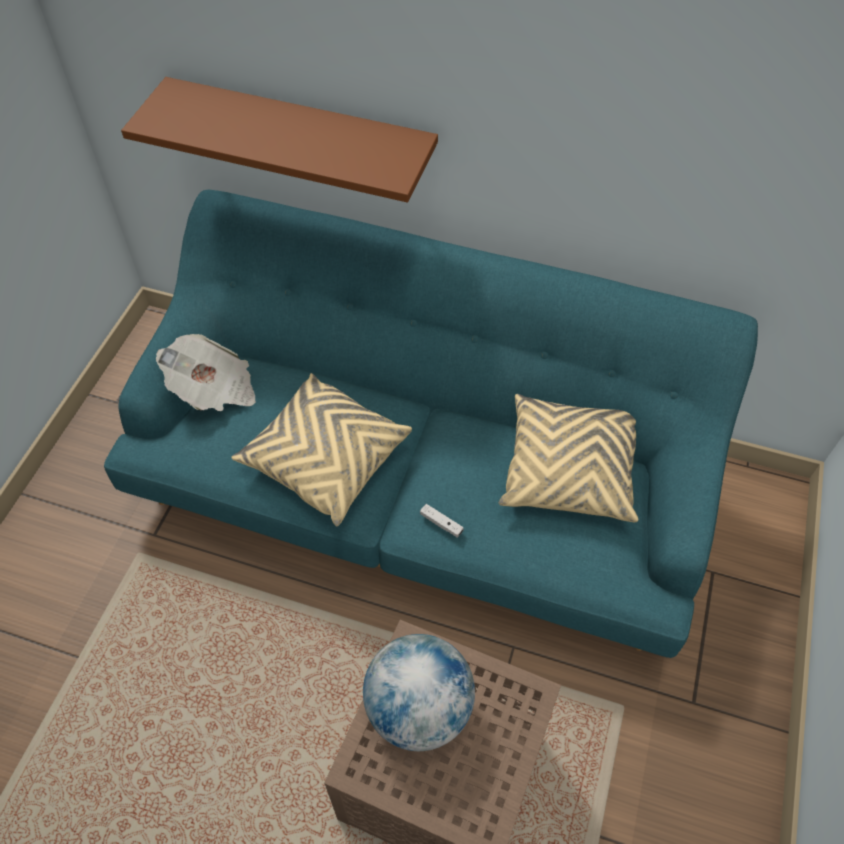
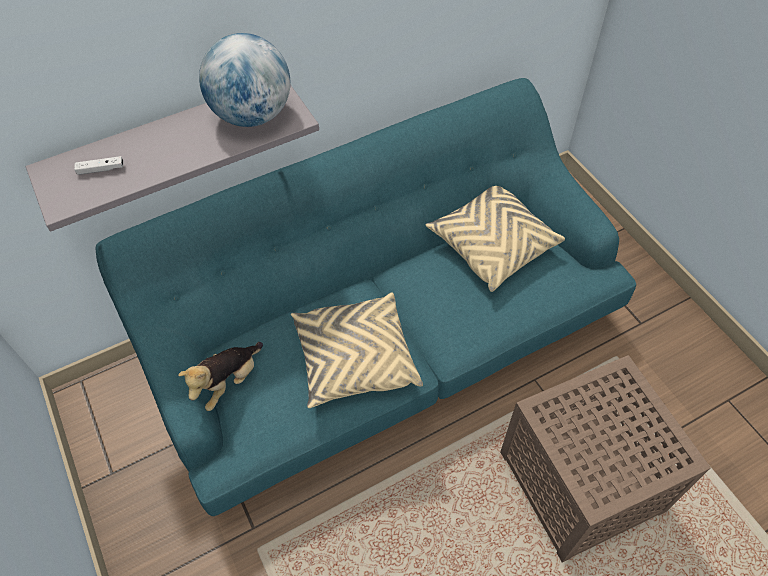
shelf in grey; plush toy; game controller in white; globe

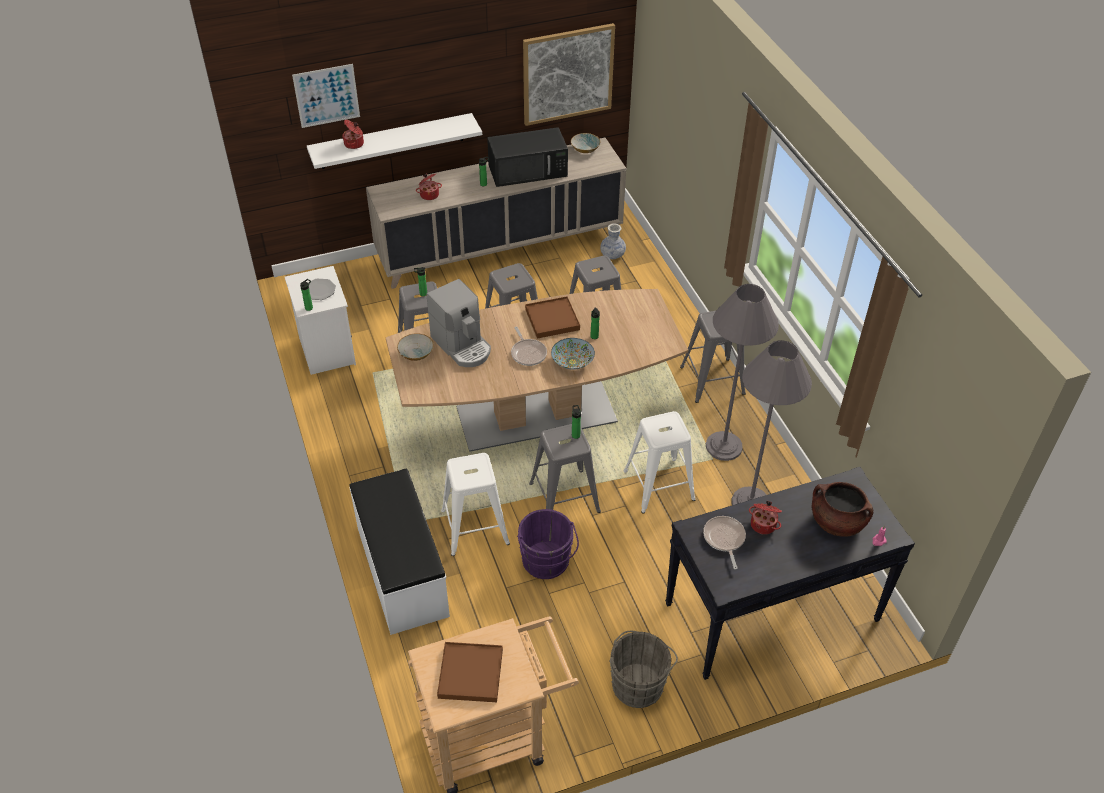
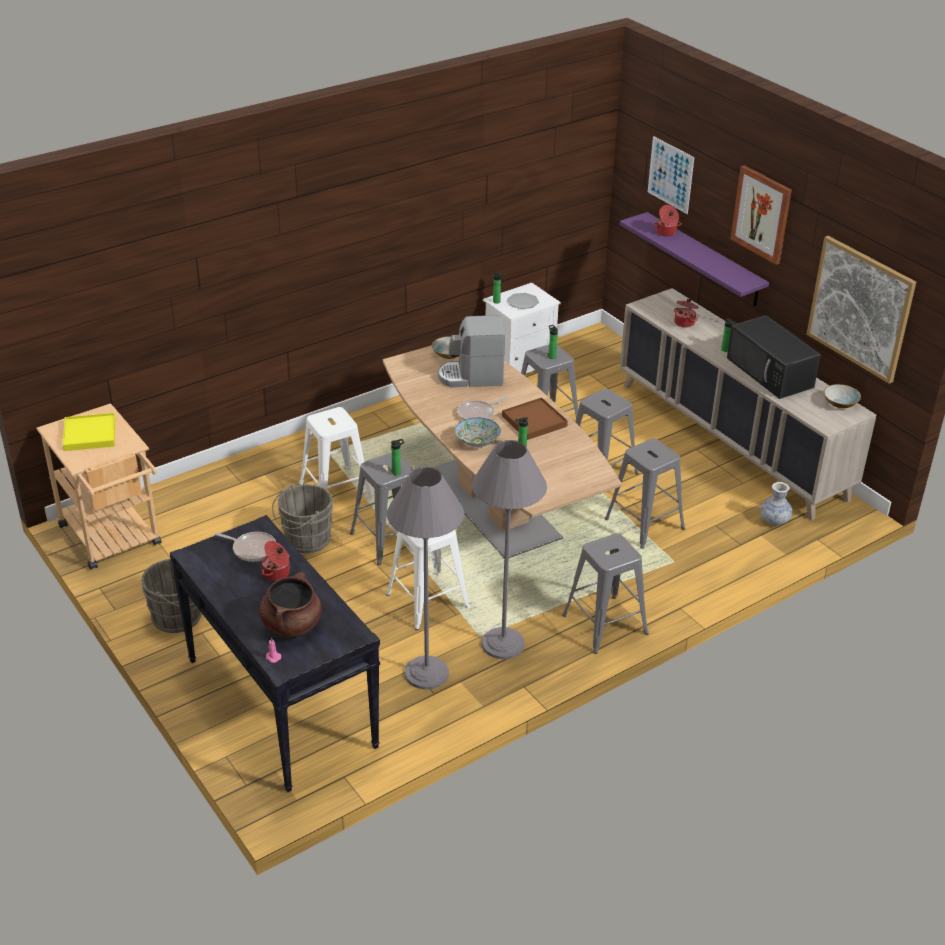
shelf in purple; coffee machine; bench in white; bucket in grey (2nd from left); frying pan (1st from left); tray in yellow; picture (2nd from left)

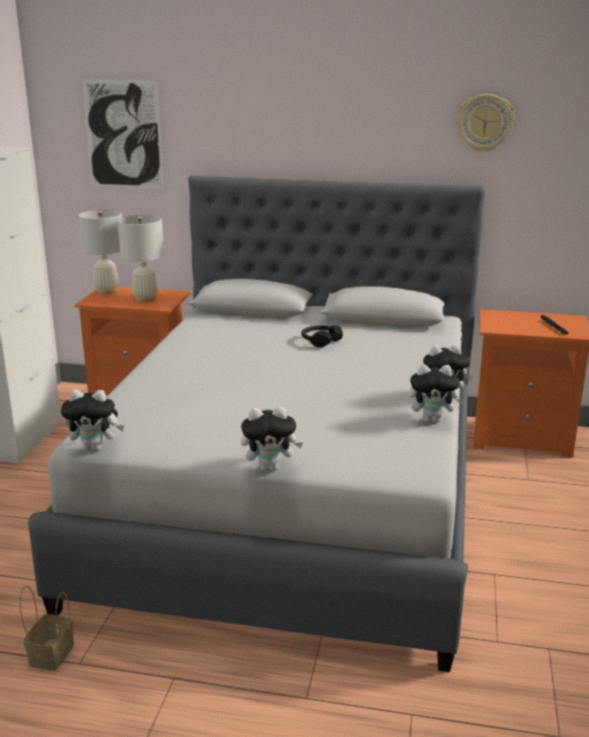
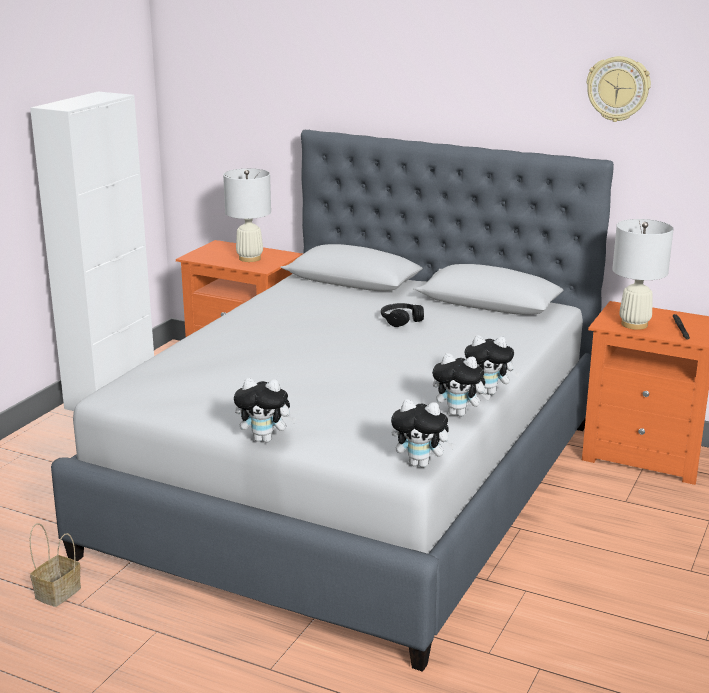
picture; table lamp in white (2nd from left); plush toy (2nd from left)

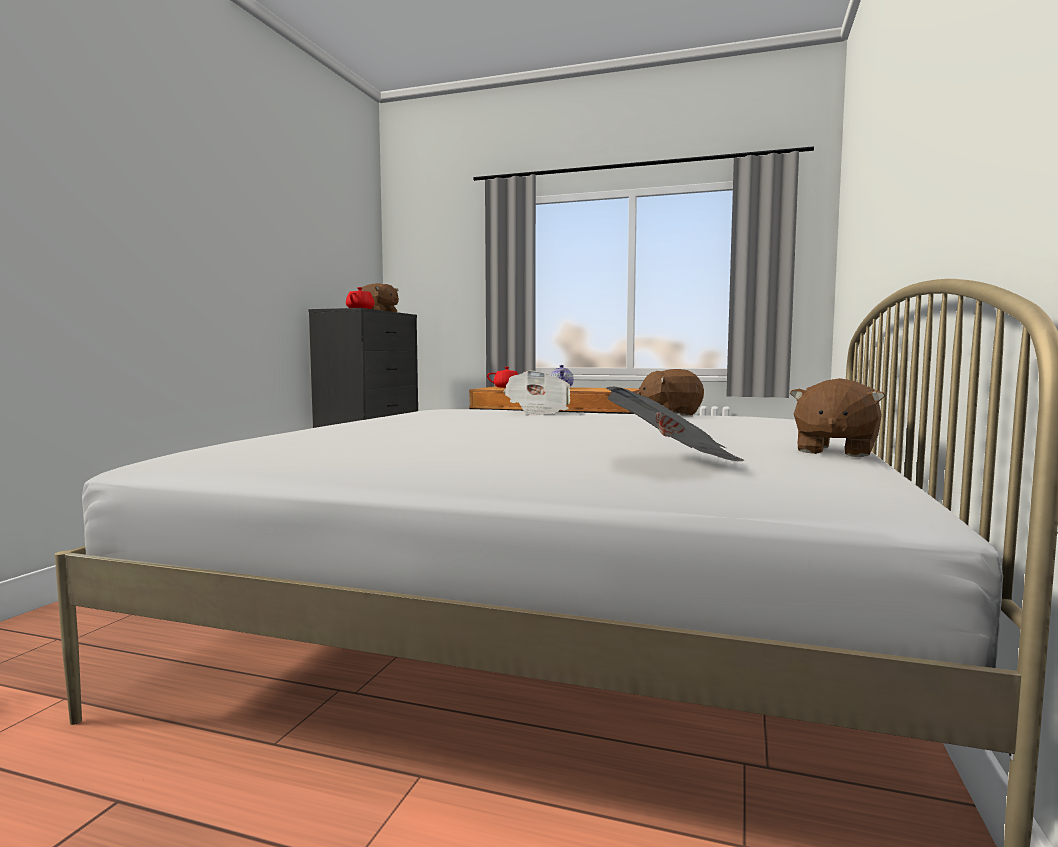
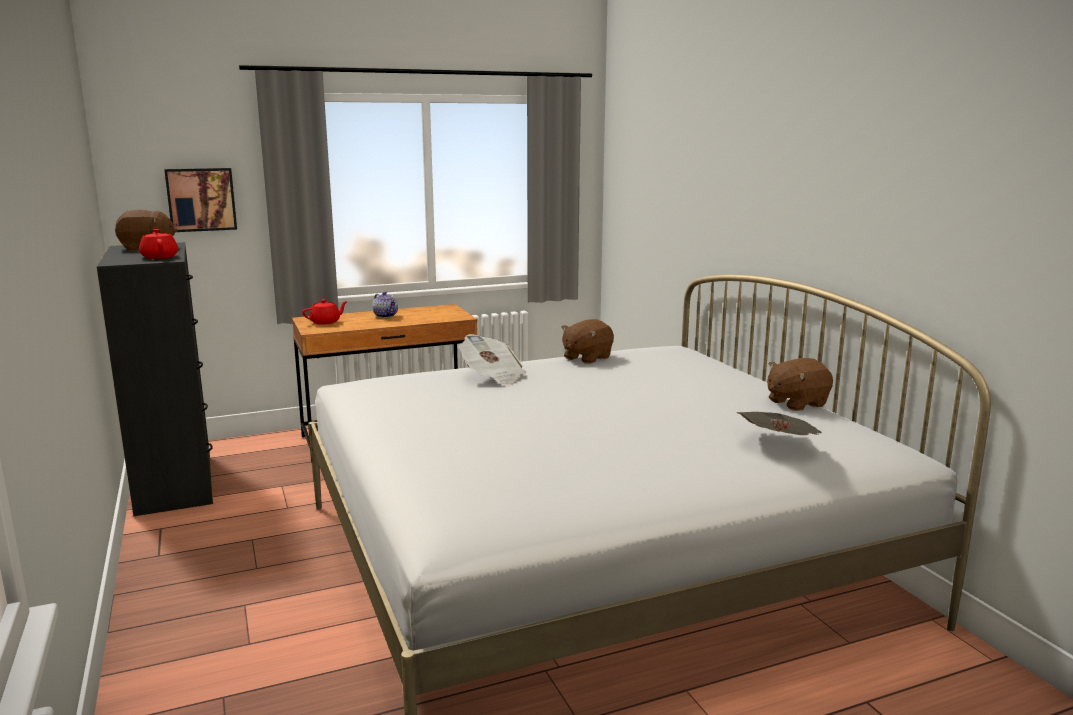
plush toy in brown (3rd from left); picture

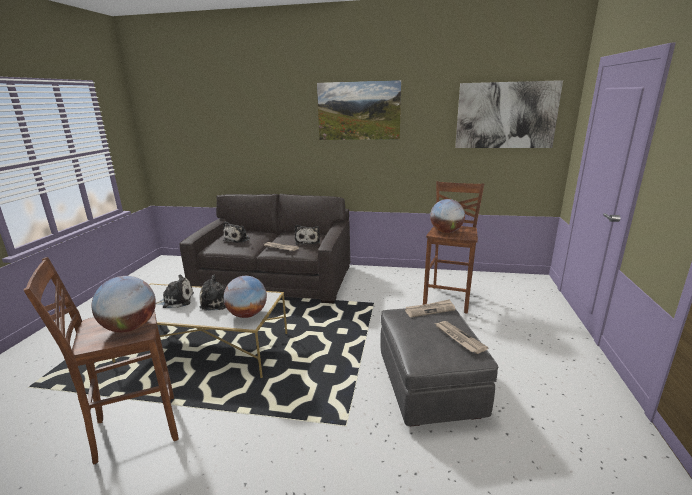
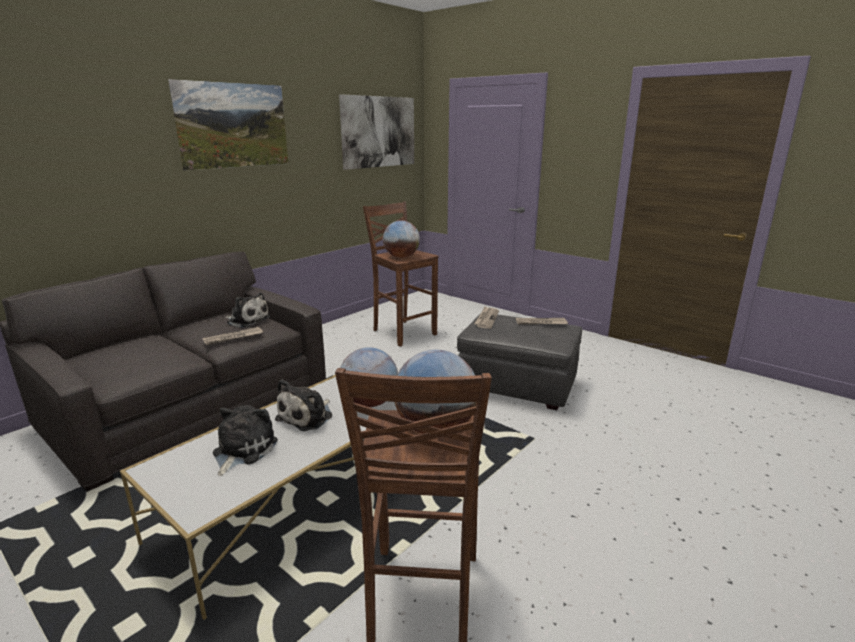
plush toy (3rd from left in the first image)

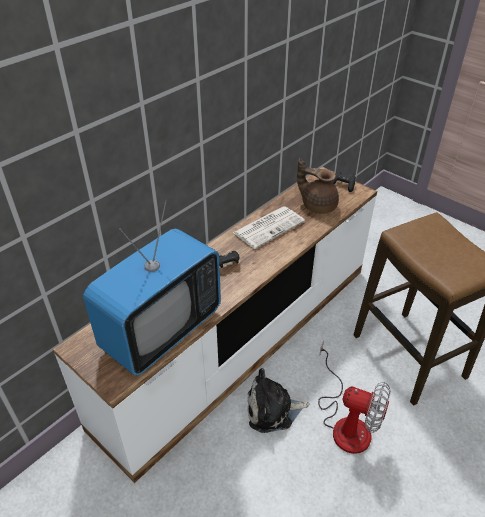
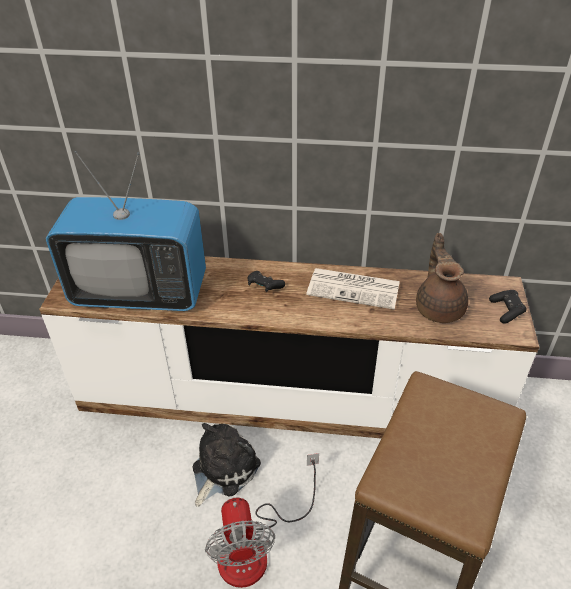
plush toy

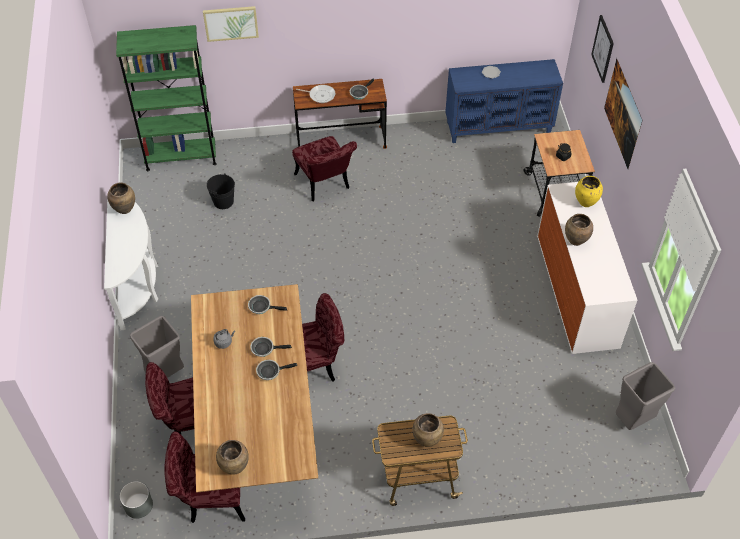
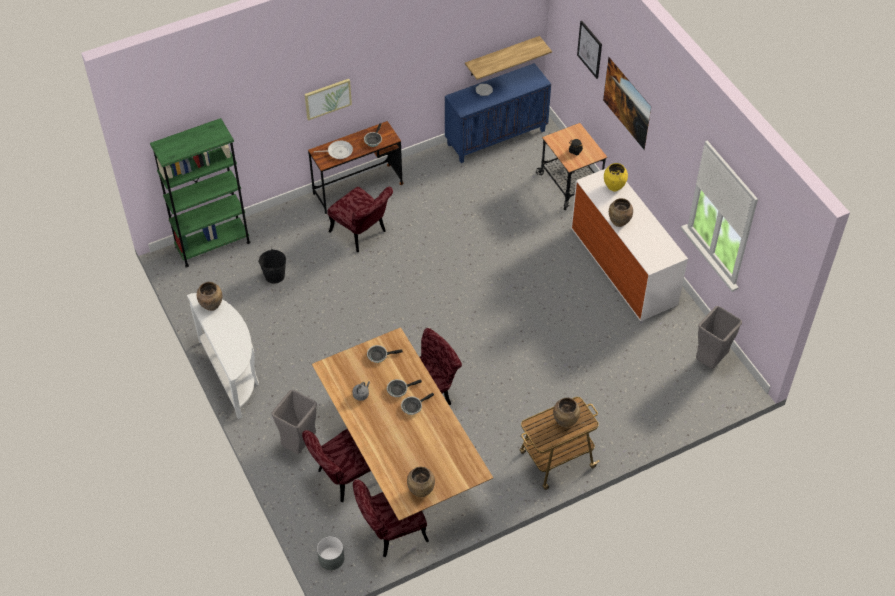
picture (1st from left); shelf

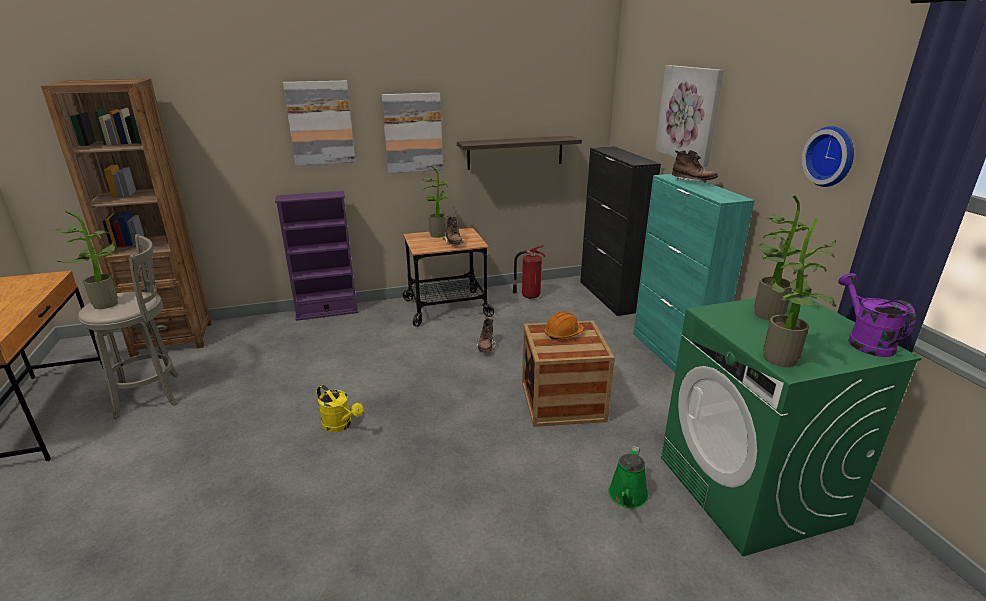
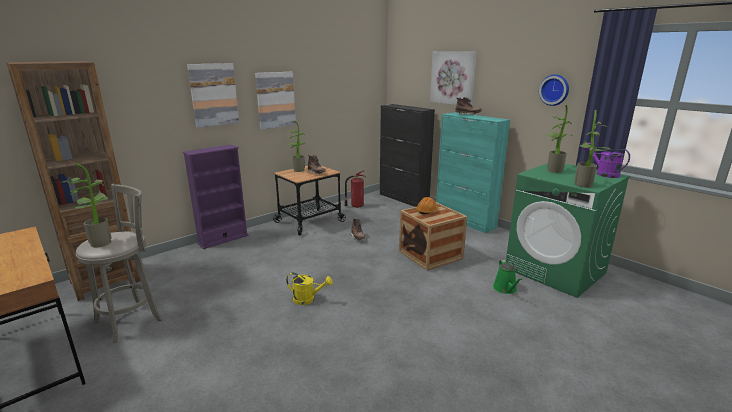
shelf

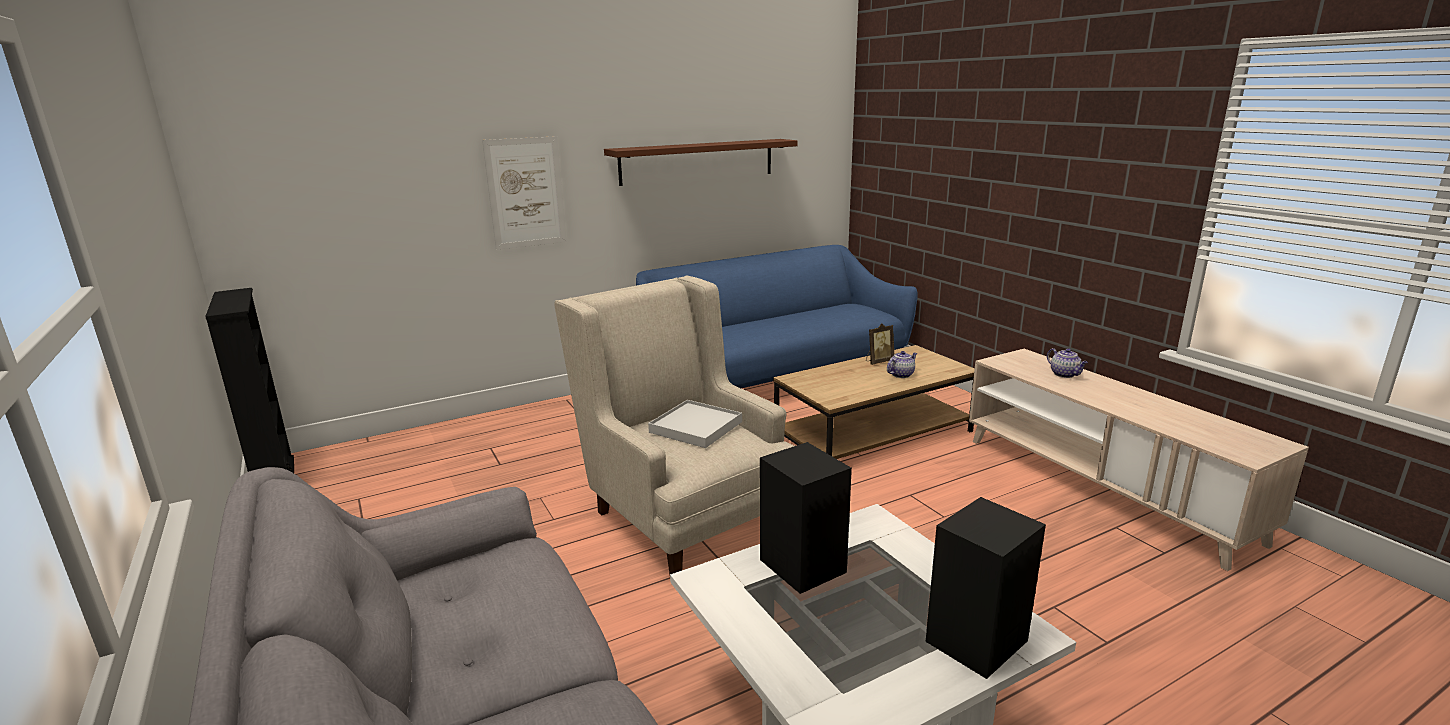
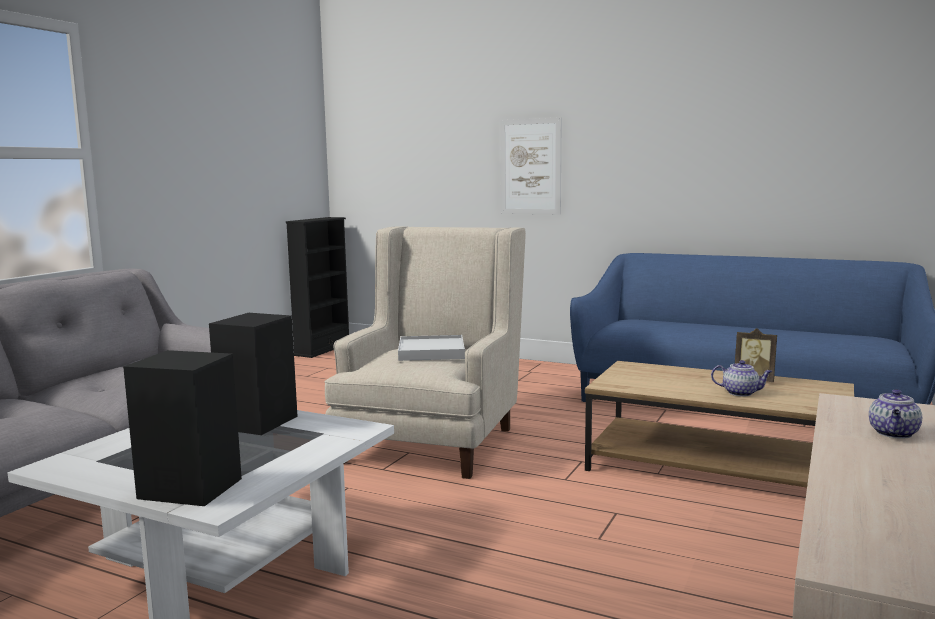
shelf in brown

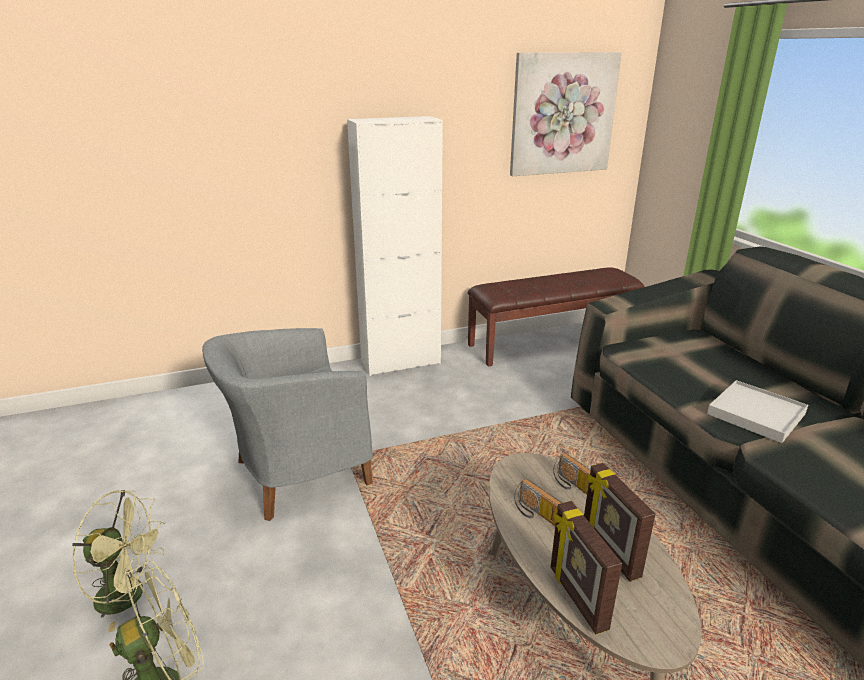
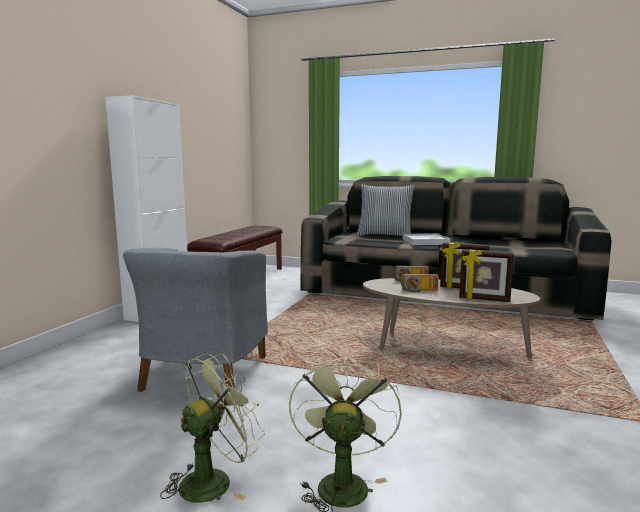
picture; pillow

